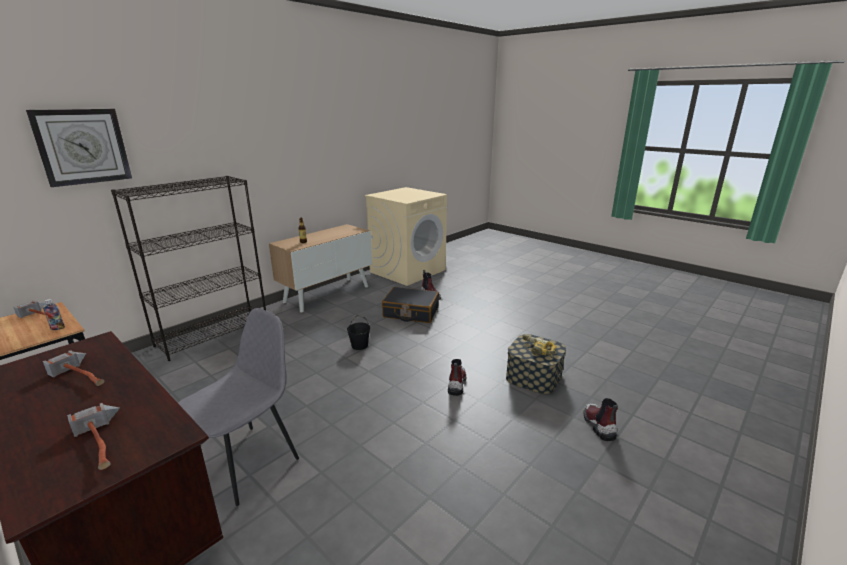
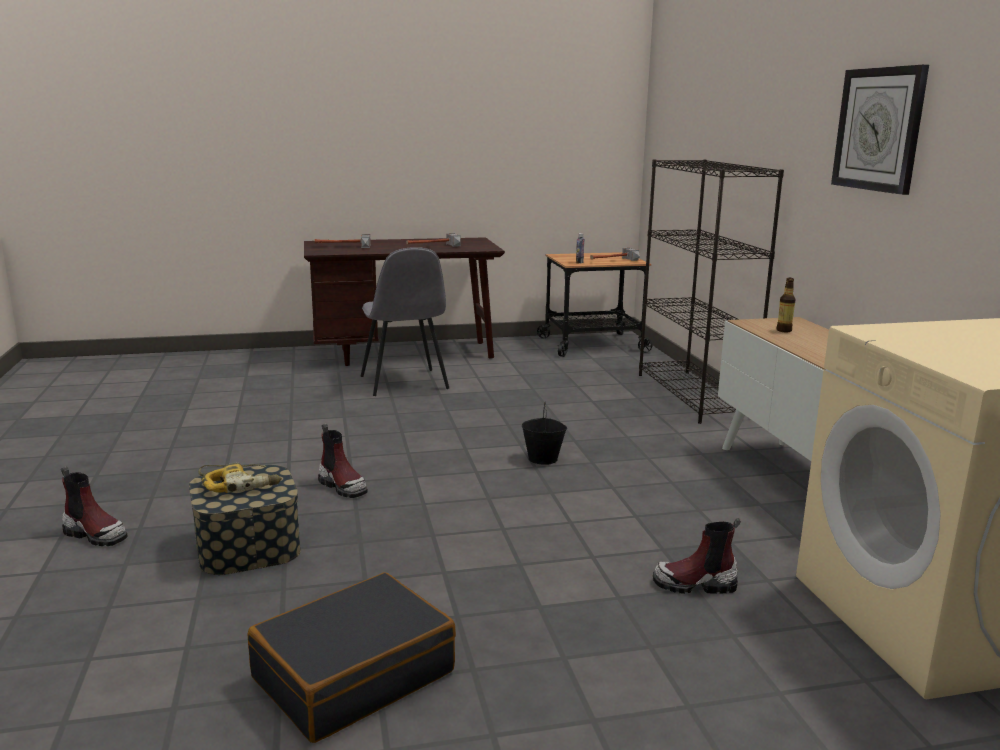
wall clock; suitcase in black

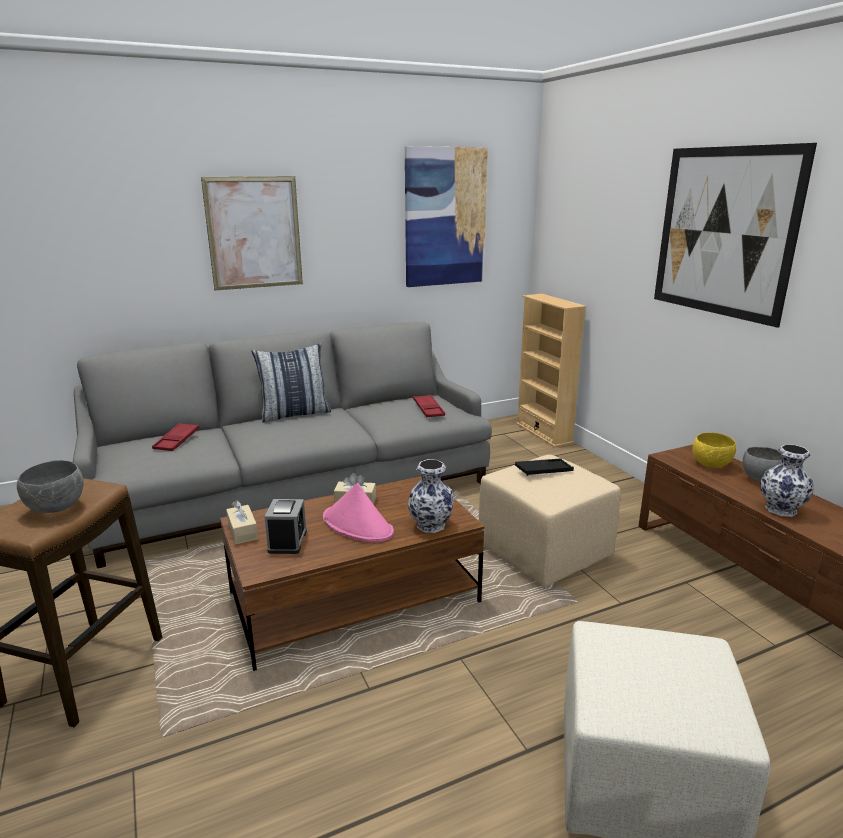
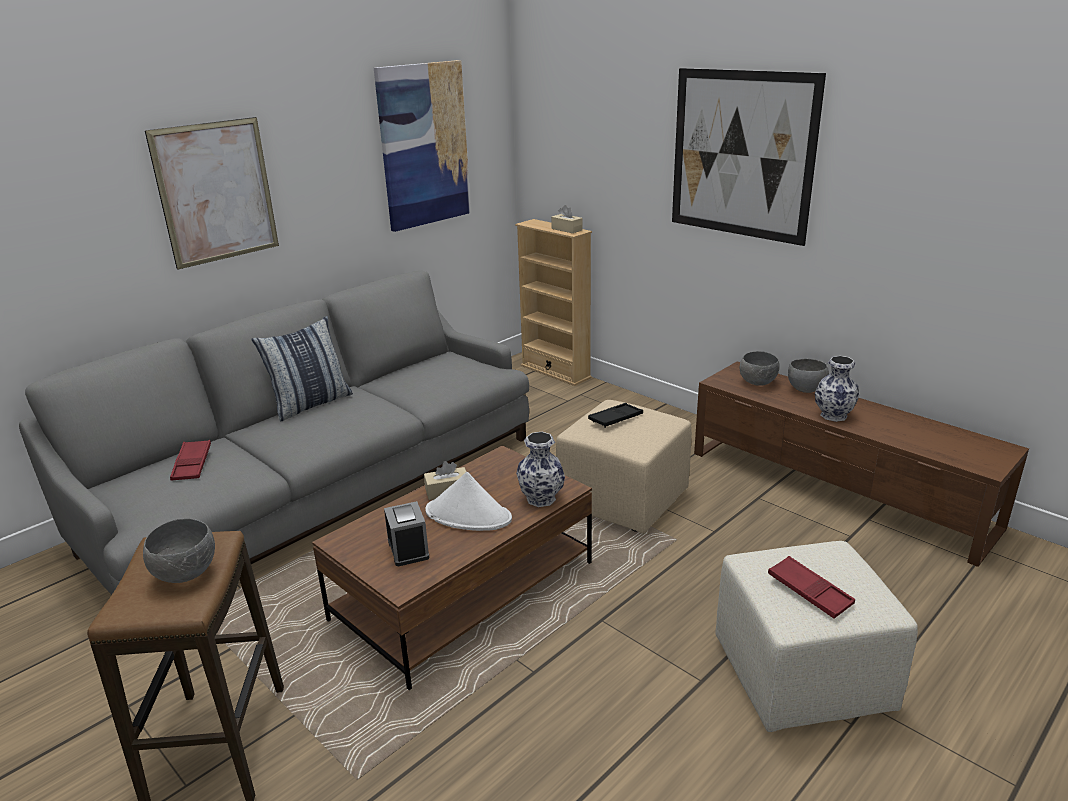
tray in red (2nd from left); bowl in grey (2nd from left); hat in white; tissue box in beige (2nd from left)

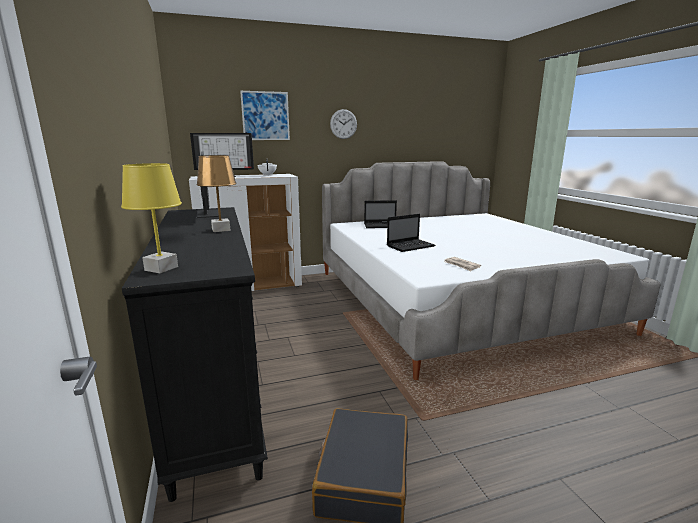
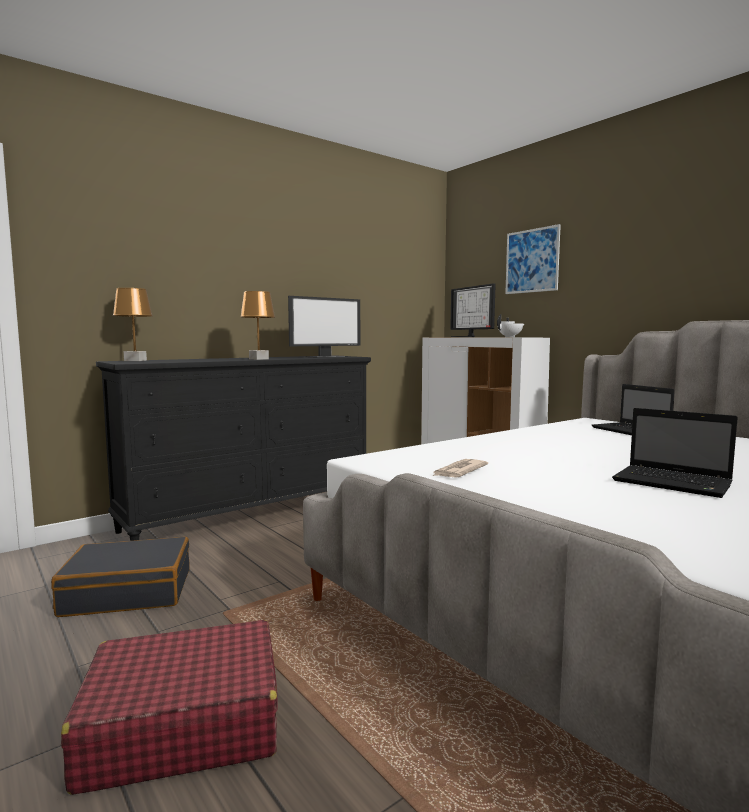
wall clock; table lamp in brown (1st from left); laptop (2nd from left); suitcase in red

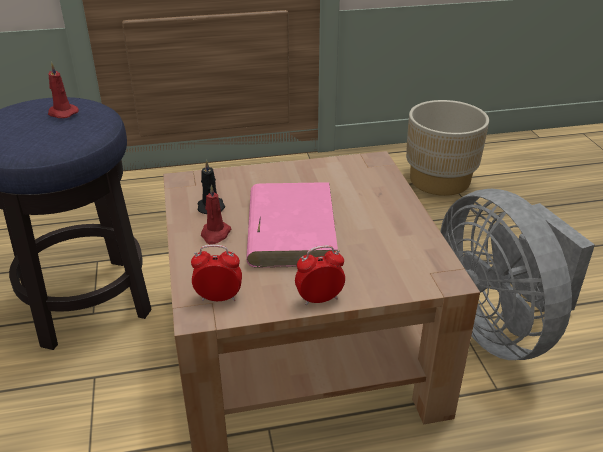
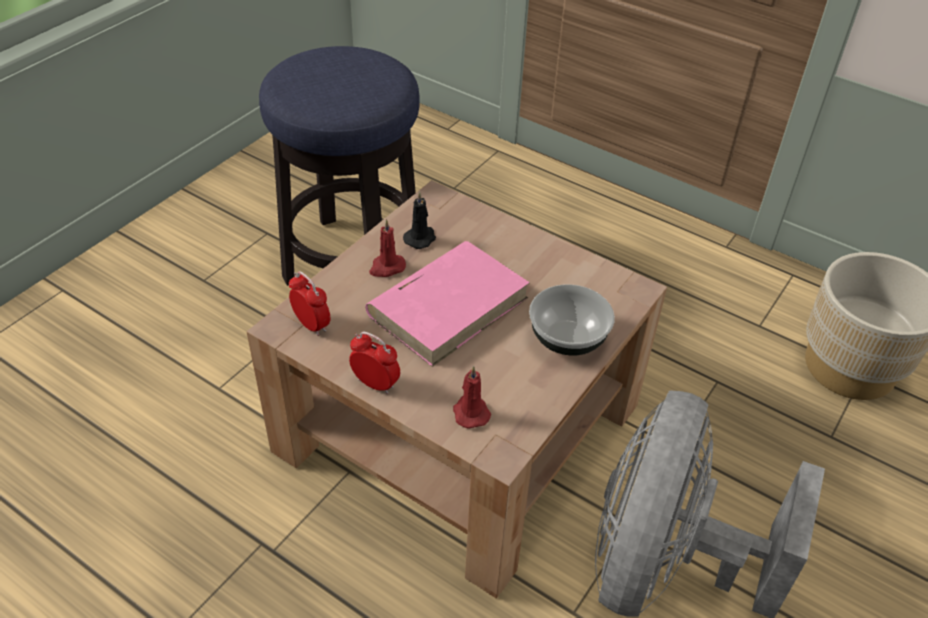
candle in red (2nd from left); bowl

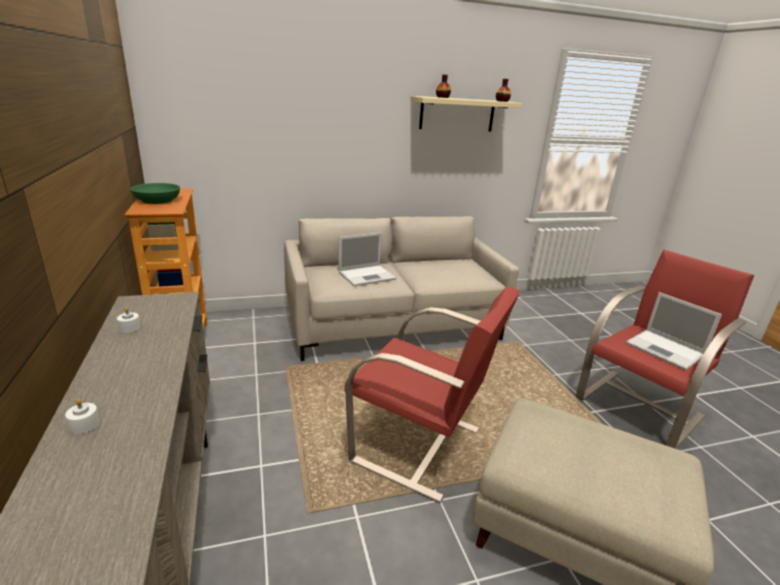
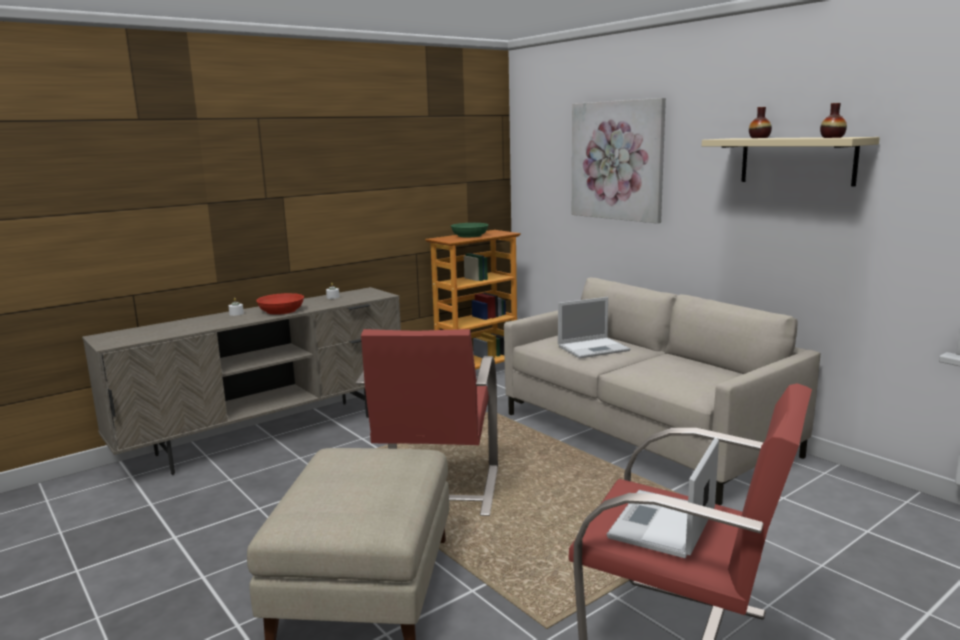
laptop (1st from left); picture; bowl in red

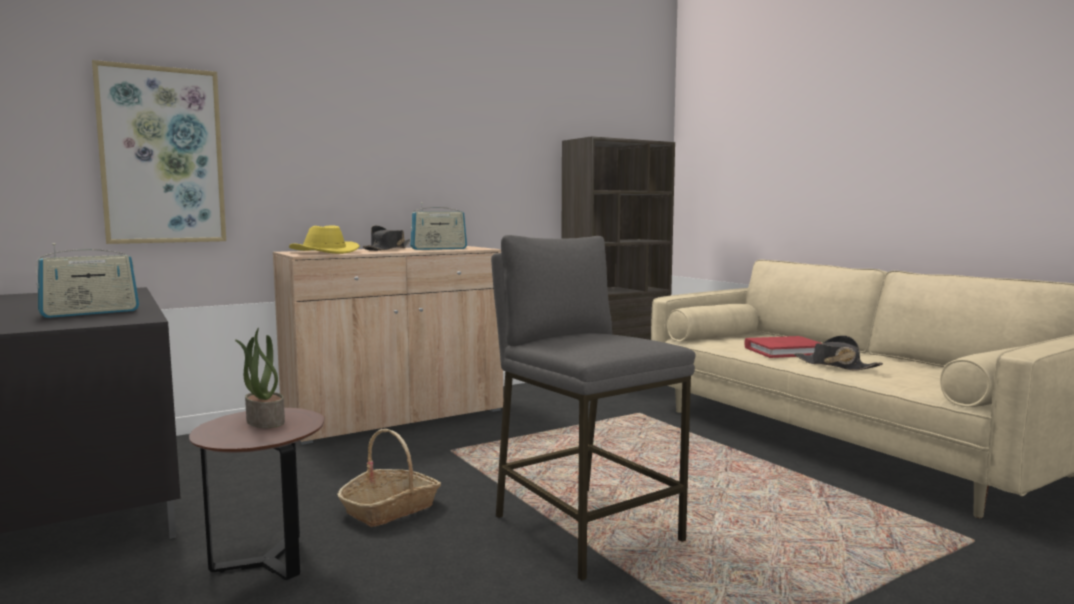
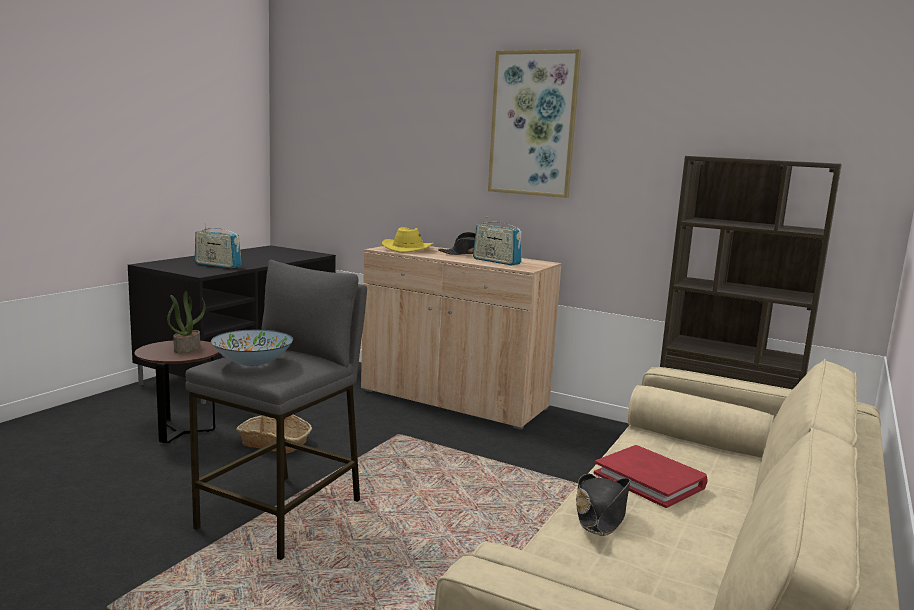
picture; bowl

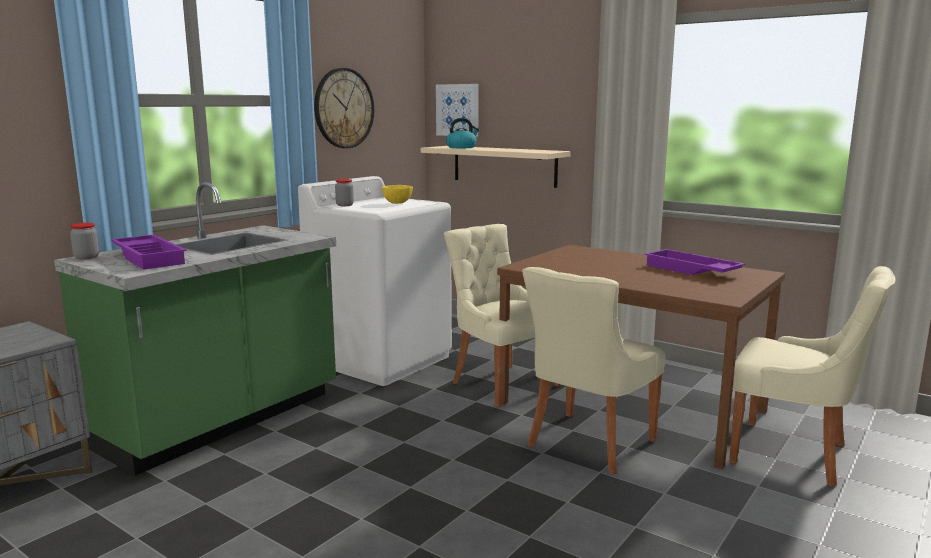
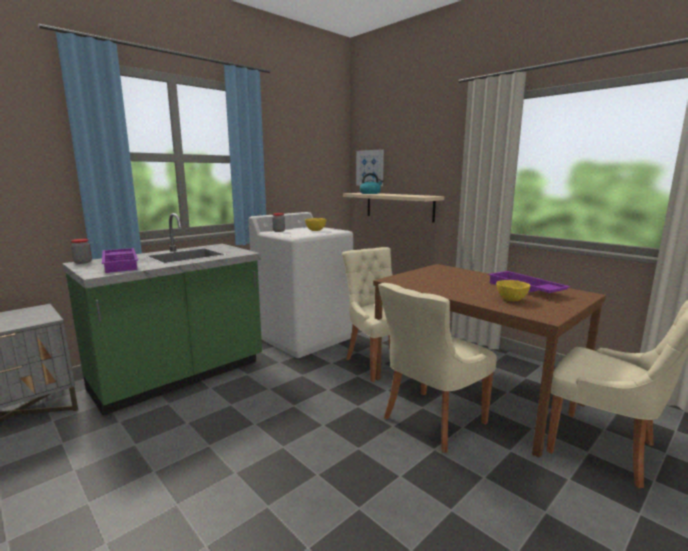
wall clock; bowl in yellow (2nd from left)

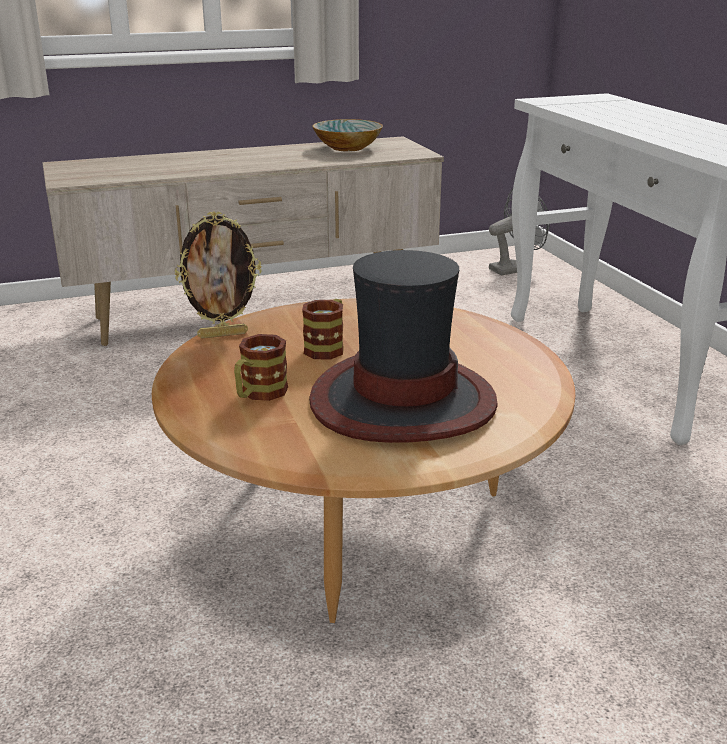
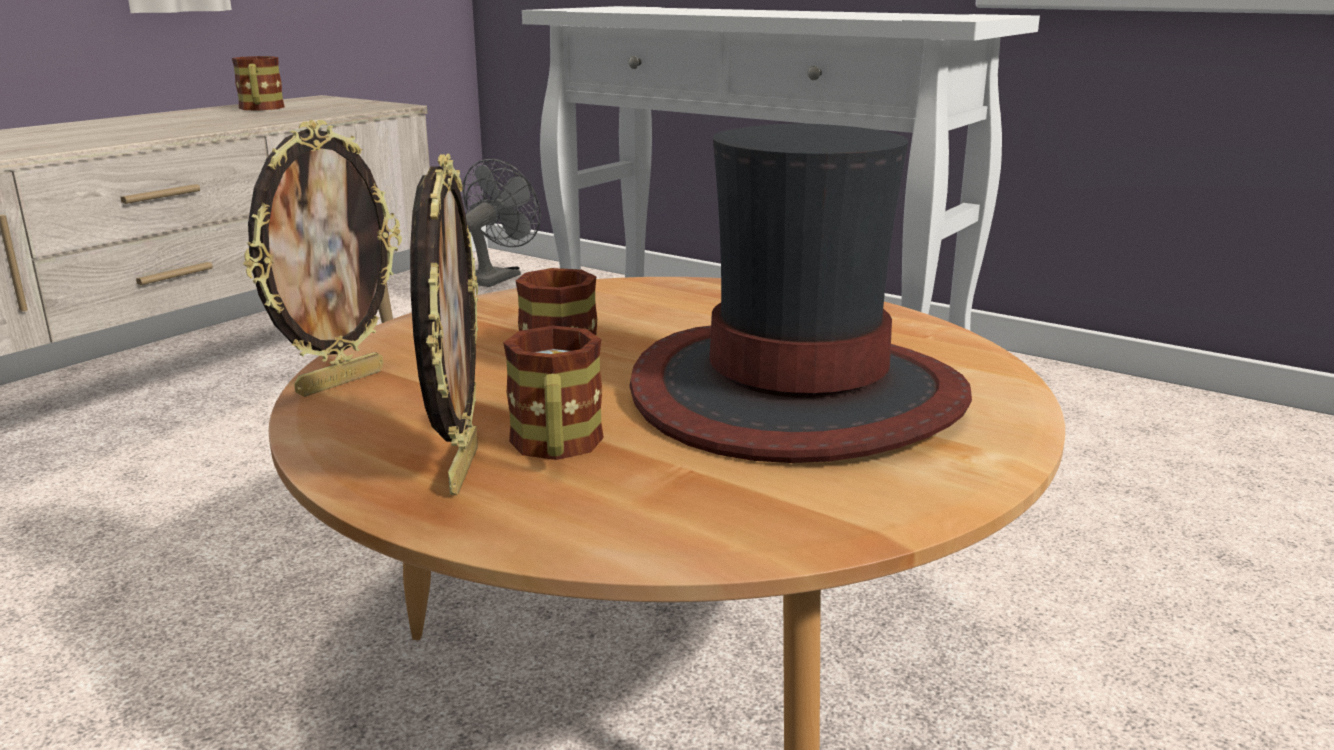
mug (1st from left); picture frame (2nd from left)

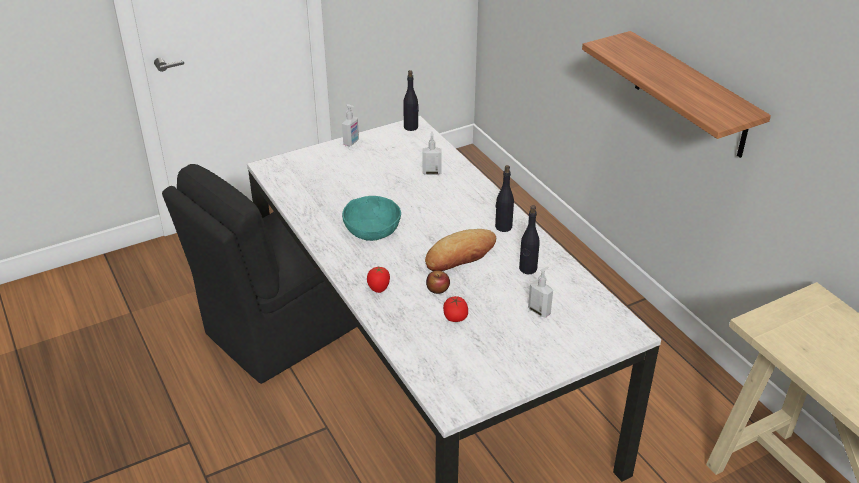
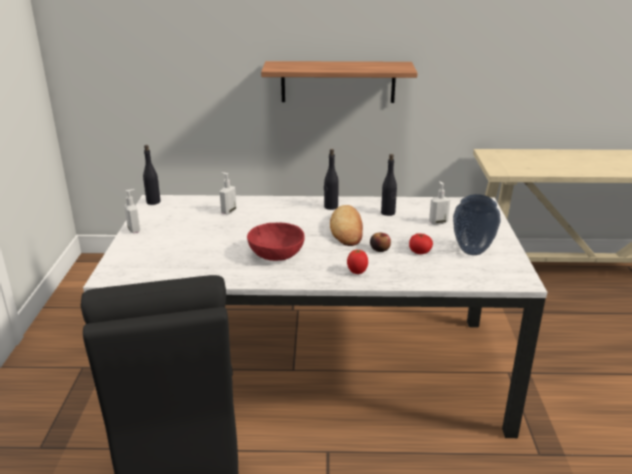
bowl in red; vase

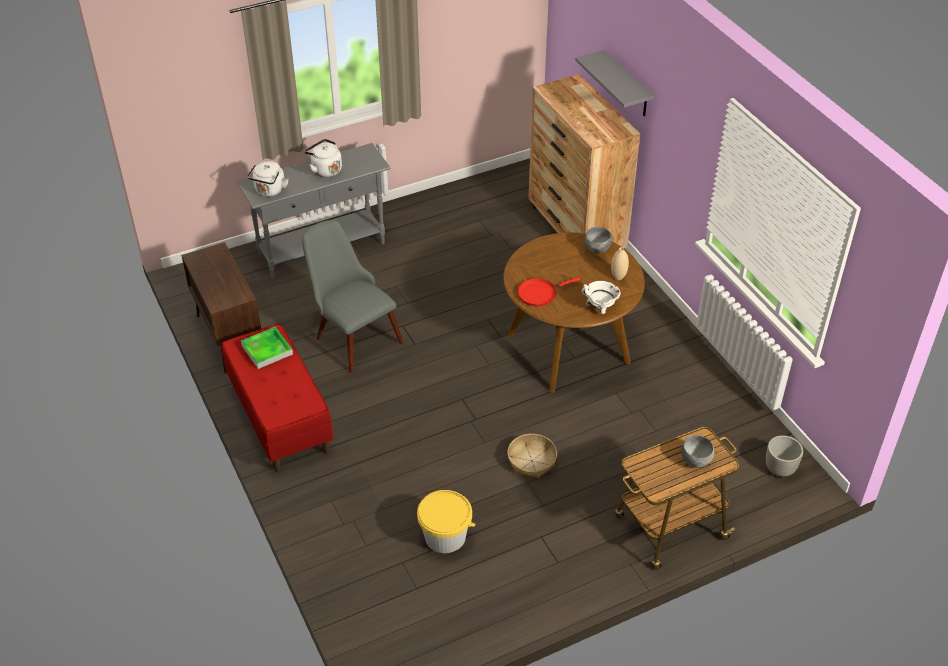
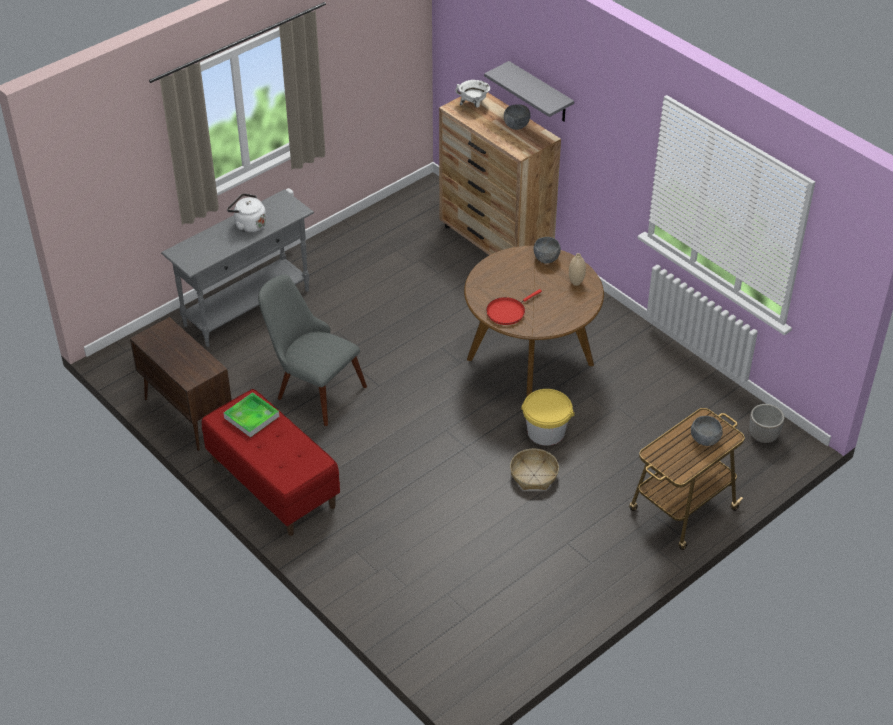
kettle in white (1st from left in the first image); cooking pot in white; bucket in yellow; bowl in grey (1st from left)

